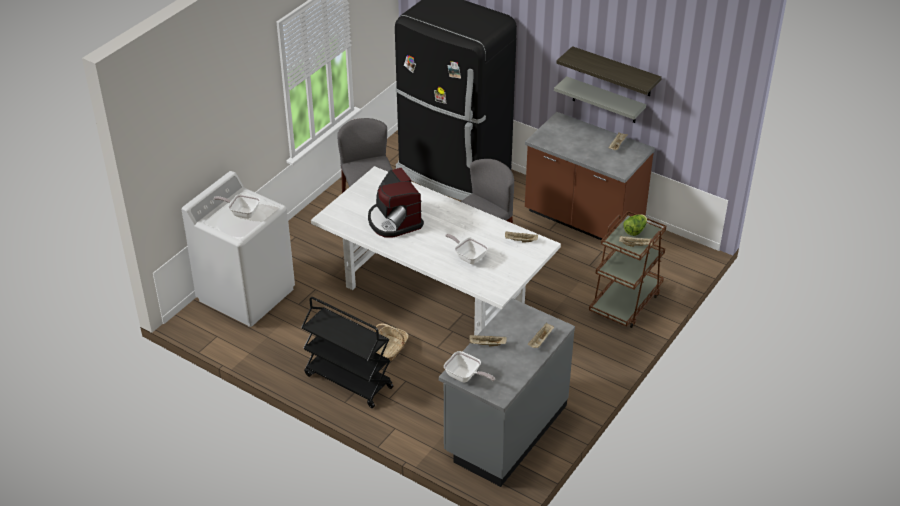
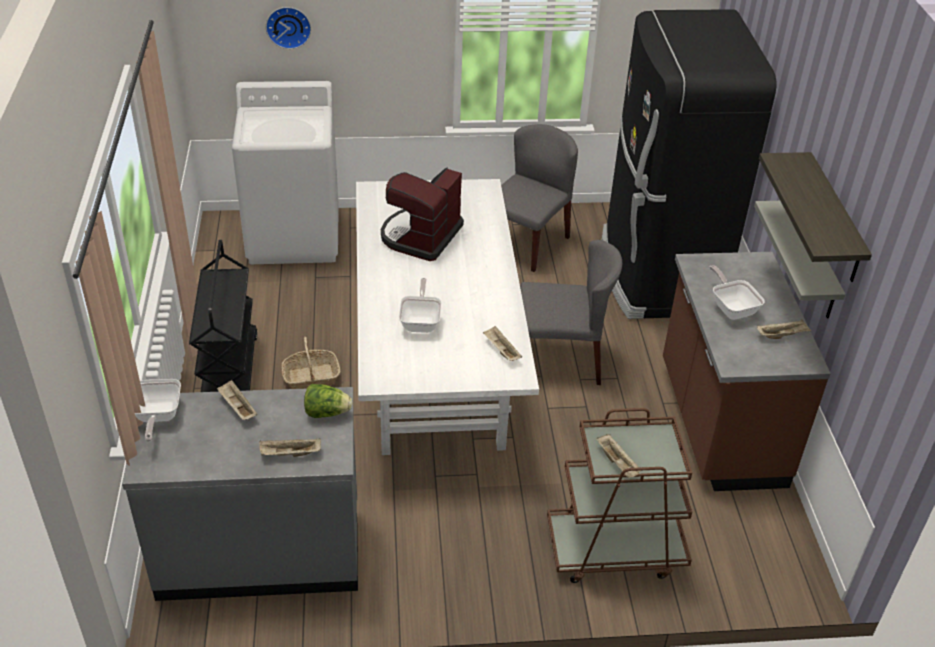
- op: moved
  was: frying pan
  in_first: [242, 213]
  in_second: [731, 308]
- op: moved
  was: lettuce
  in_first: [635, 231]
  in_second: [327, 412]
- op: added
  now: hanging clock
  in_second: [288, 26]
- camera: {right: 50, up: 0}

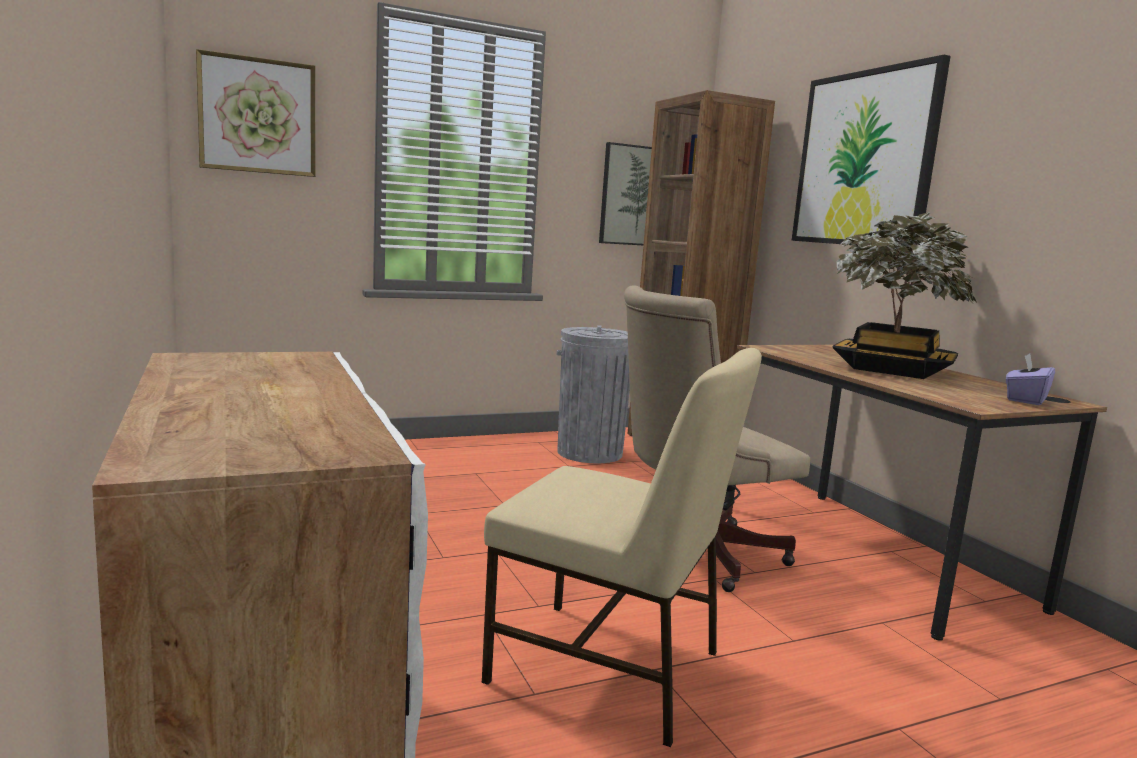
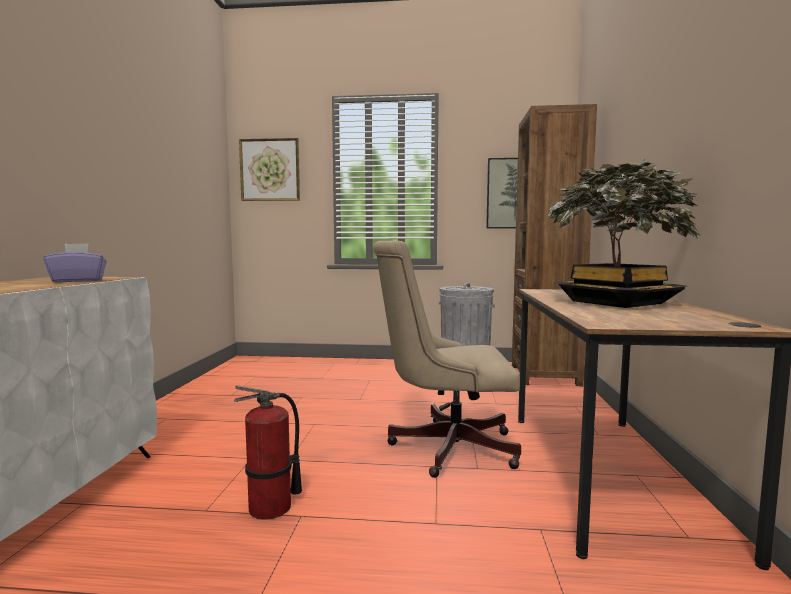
- op: replaced
  was: beige-coloured plain chair
  now: fire-fighting cylinder
  in_first: [609, 669]
  in_second: [271, 508]
- op: removed
  was: wall art
  in_first: [864, 159]
- op: moved
  was: purple tissue box
  in_first: [1025, 399]
  in_second: [78, 281]
- camera: {right: 30, up: -5}

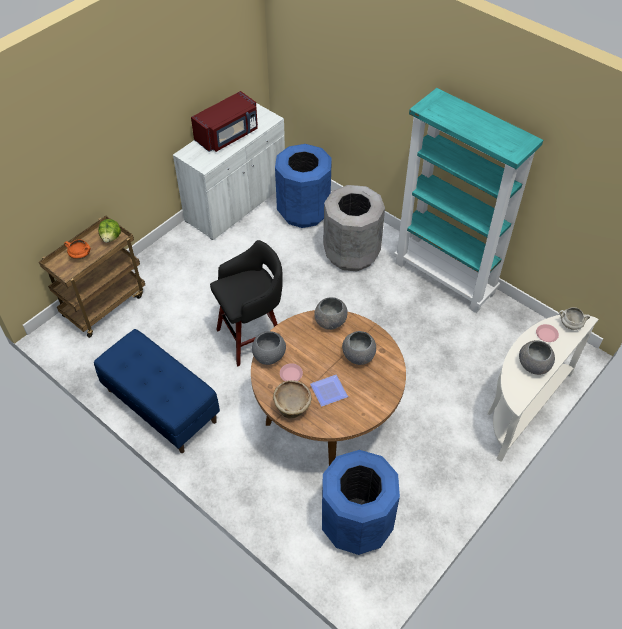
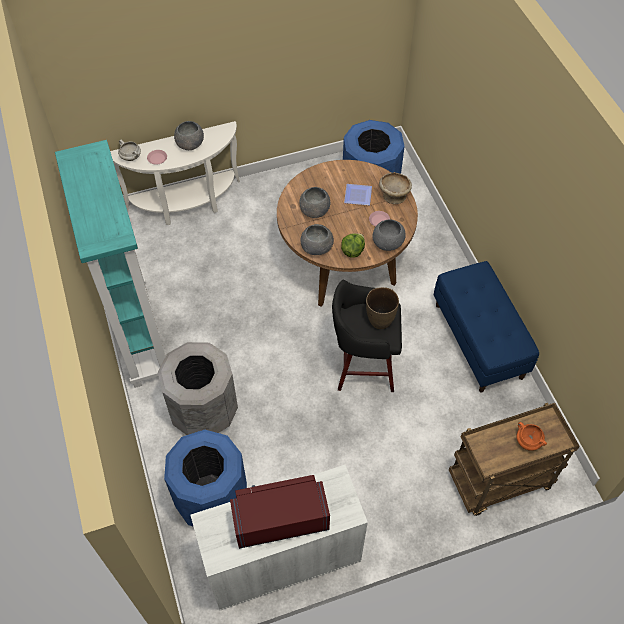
- op: moved
  was: lettuce
  in_first: [111, 237]
  in_second: [352, 251]
- op: added
  now: brownish decorative vase
  in_second: [379, 321]
- camera: {right: -150, up: 5}

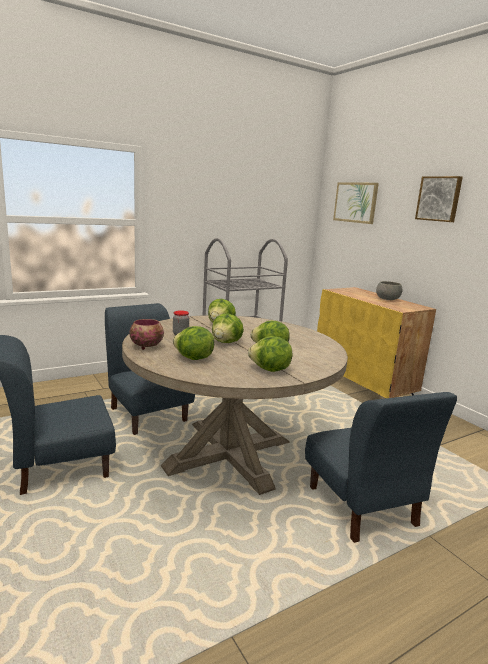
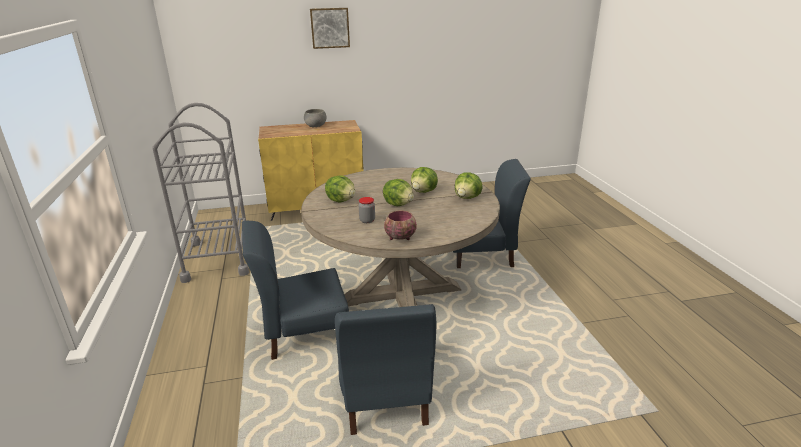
- op: removed
  was: lettuce
  in_first: [193, 358]
- op: removed
  was: wall art
  in_first: [355, 202]
- camera: {right: -70, up: 10}

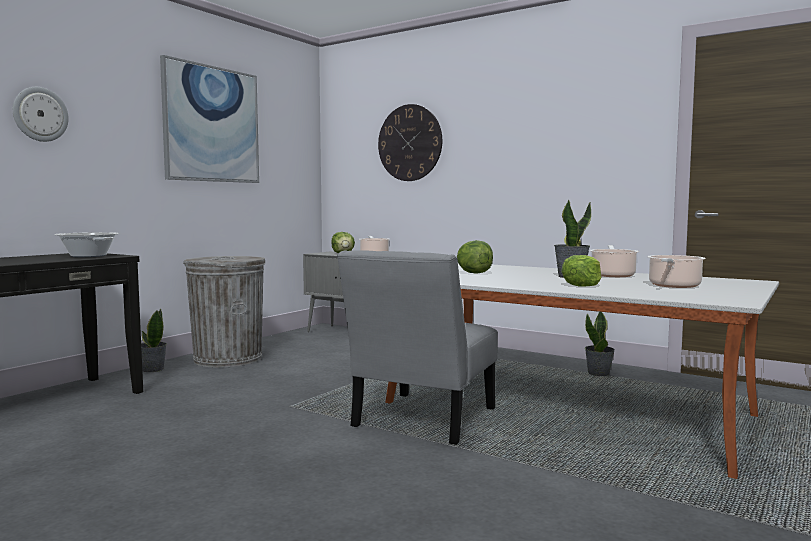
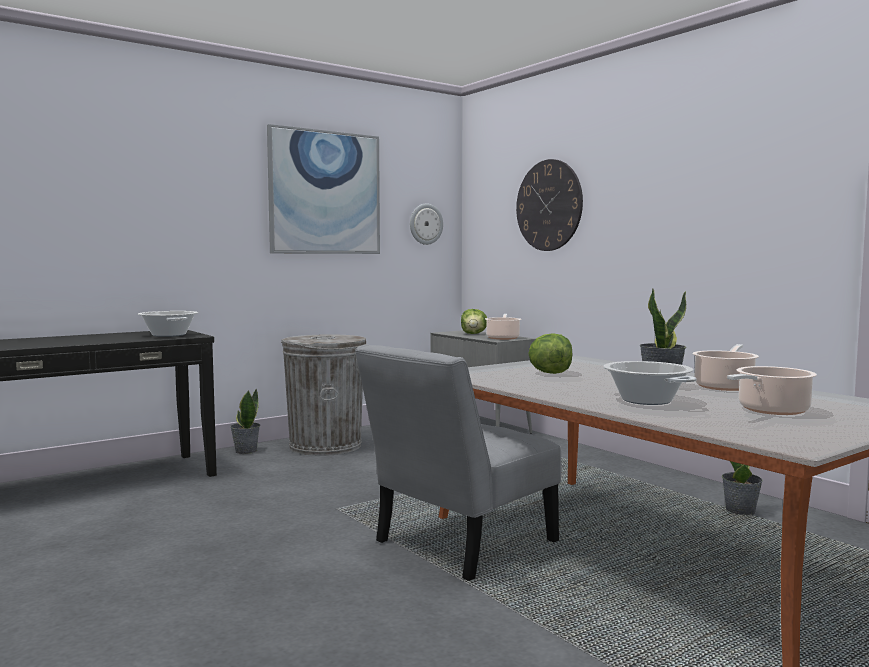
- op: moved
  was: hanging clock
  in_first: [40, 114]
  in_second: [425, 224]
- op: replaced
  was: lettuce
  now: stockpot
  in_first: [582, 285]
  in_second: [646, 400]
- camera: {right: 20, up: 0}

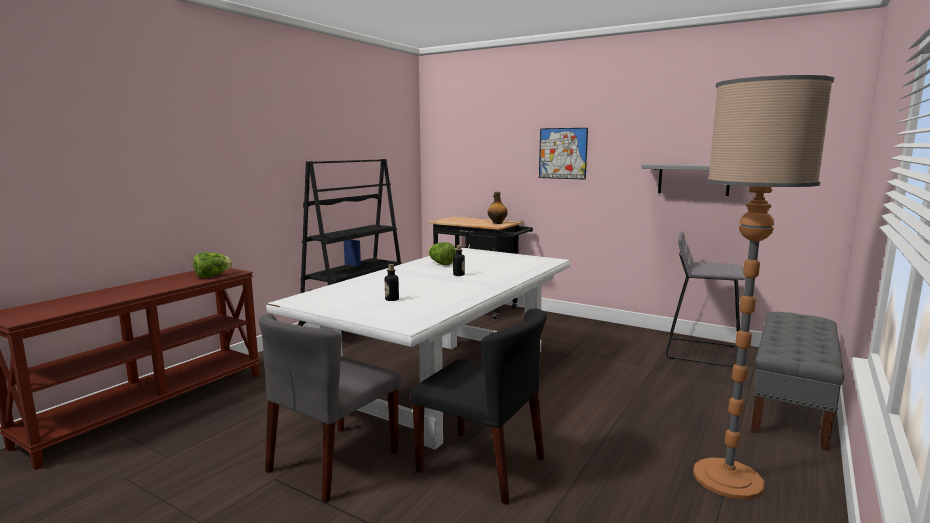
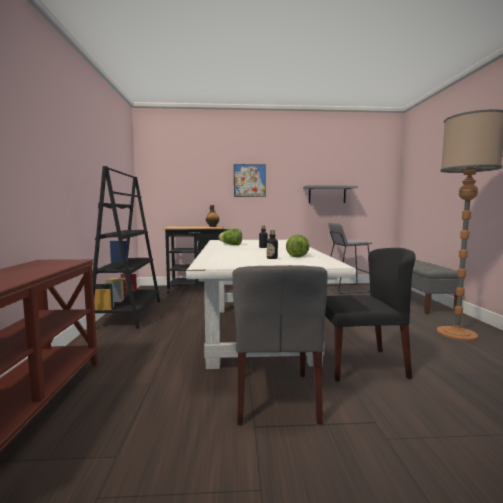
- op: moved
  was: lettuce
  in_first: [212, 276]
  in_second: [297, 256]
- camera: {right: -35, up: -5}

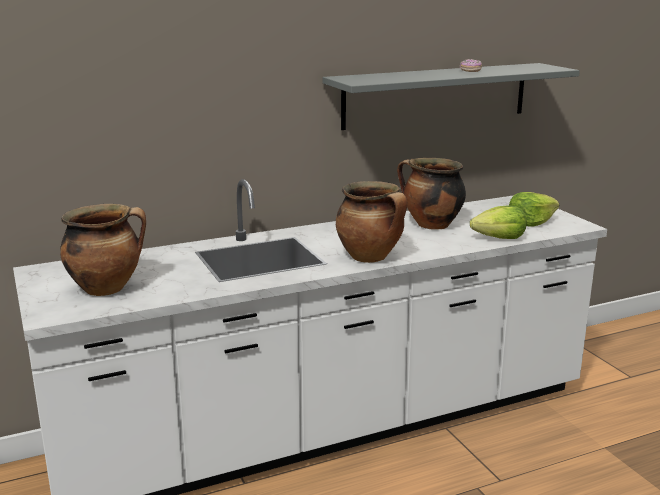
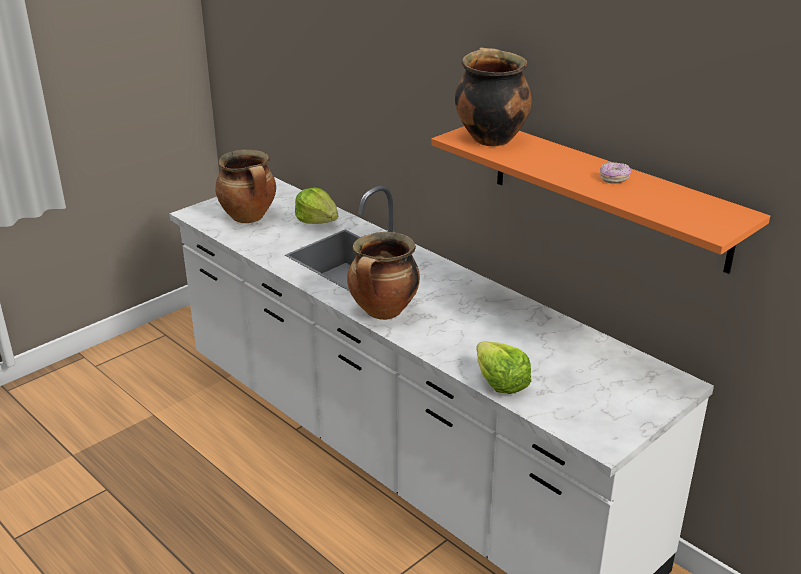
- op: recoloured
  was: gray wall shelf
  now: orangey wall shelf
  in_first: [436, 95]
  in_second: [607, 193]
- op: moved
  was: stockpot
  in_first: [430, 225]
  in_second: [489, 138]
- op: moved
  was: lettuce
  in_first: [530, 222]
  in_second: [317, 220]
- camera: {right: 70, up: 10}

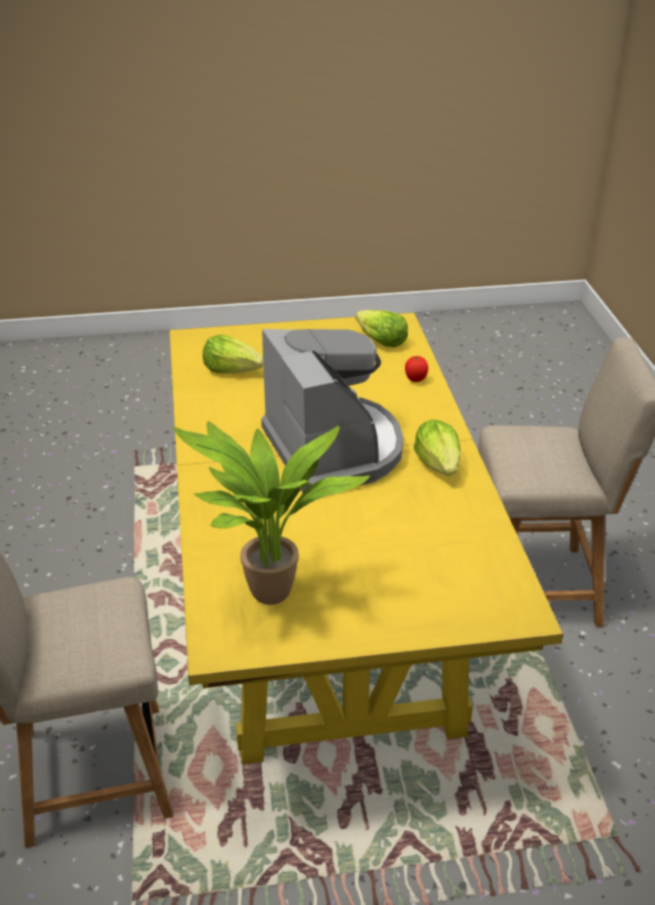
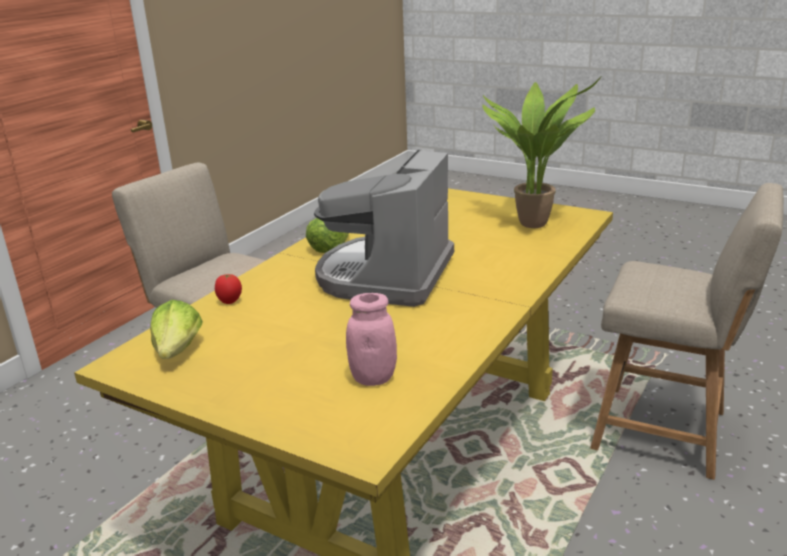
- op: replaced
  was: lettuce
  now: pink jar
  in_first: [232, 370]
  in_second: [373, 378]
- camera: {right: -140, up: -10}

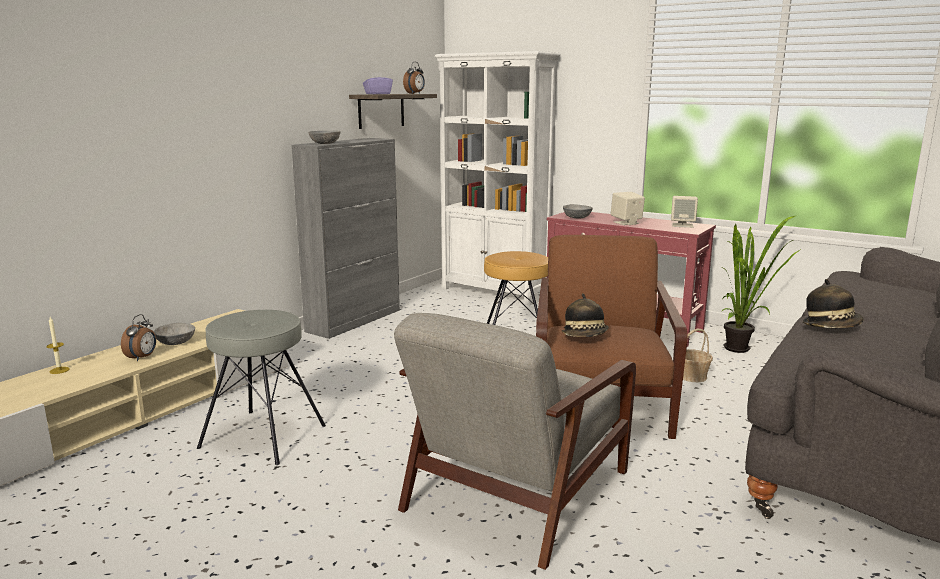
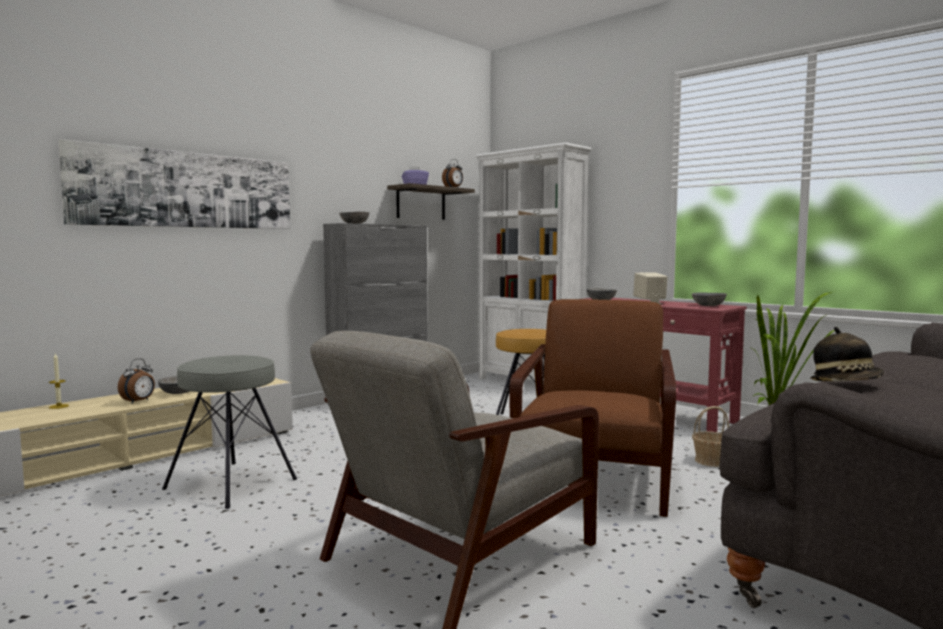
- op: removed
  was: wearable hat
  in_first: [585, 336]
- op: replaced
  was: beige-coloured loudspeaker
  now: gray deep dish
  in_first: [682, 225]
  in_second: [709, 305]
- op: added
  now: wall art
  in_second: [187, 190]
- camera: {right: 10, up: -10}

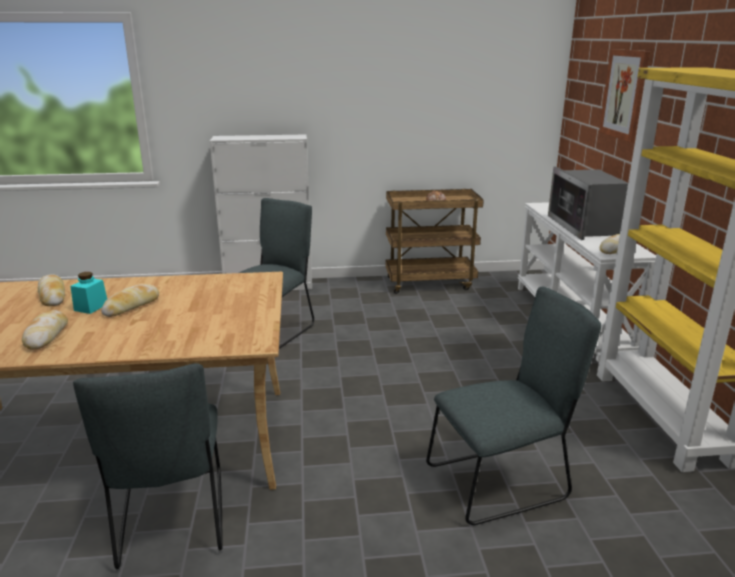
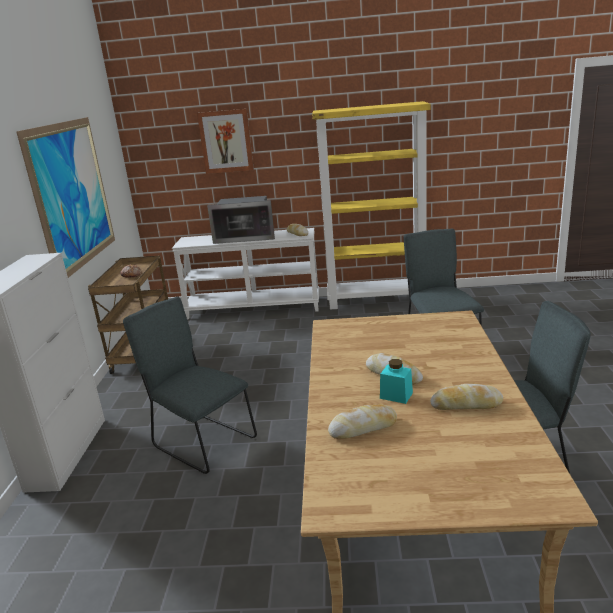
- op: added
  now: wall art
  in_second: [73, 195]
- camera: {right: -80, up: 0}

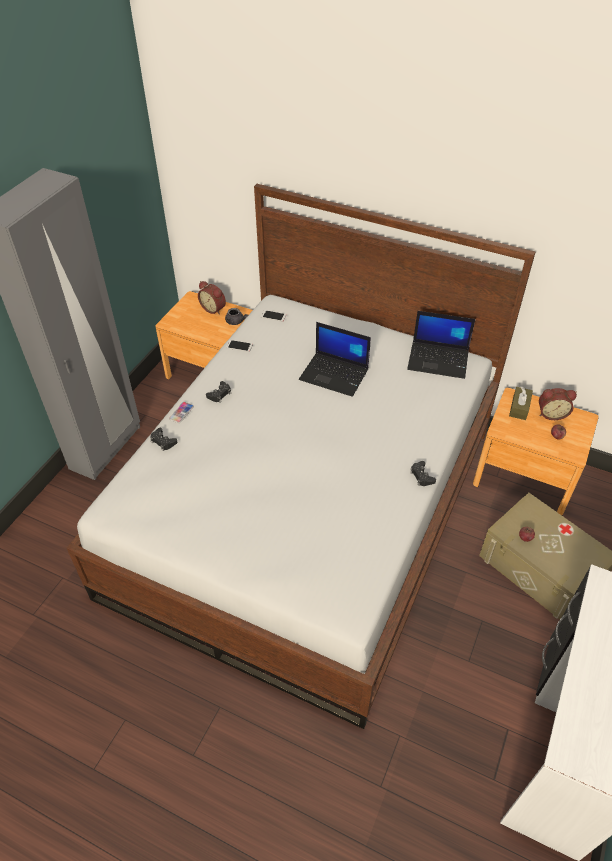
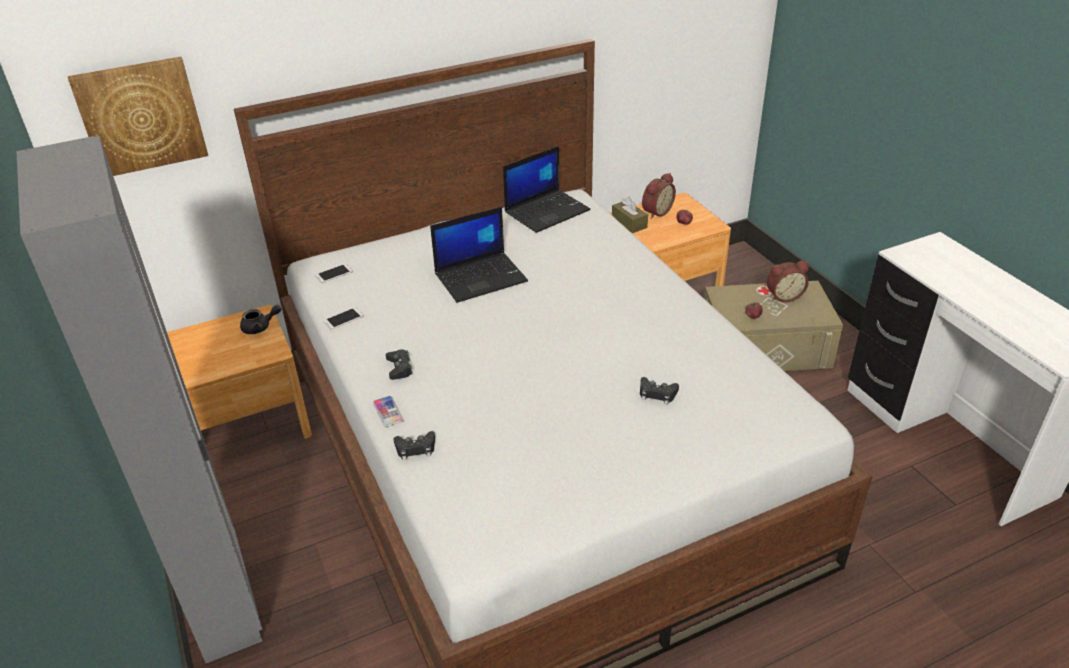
- op: moved
  was: alarm clock
  in_first: [214, 308]
  in_second: [783, 296]
- op: moved
  was: blackish game controller
  in_first: [421, 476]
  in_second: [657, 394]
- op: added
  now: wall art
  in_second: [141, 116]
- camera: {right: -50, up: -10}

